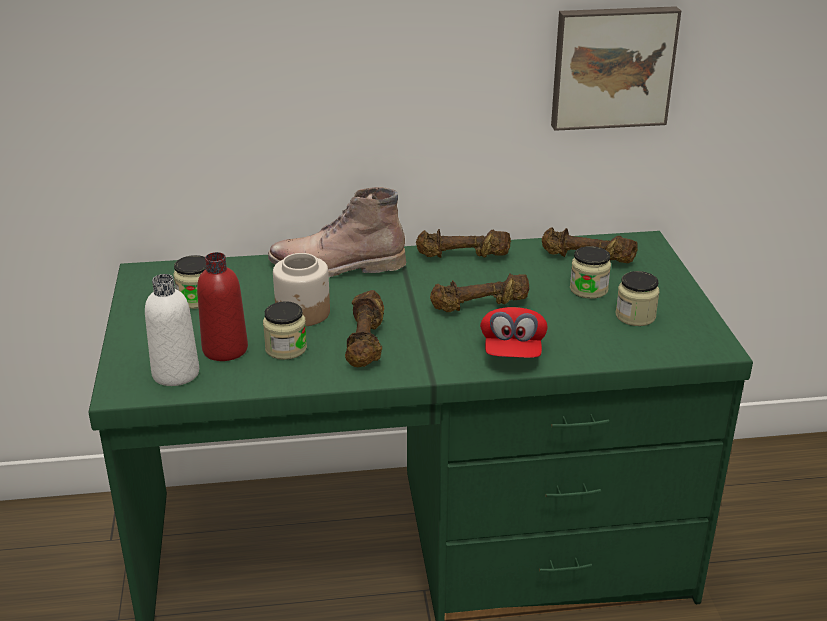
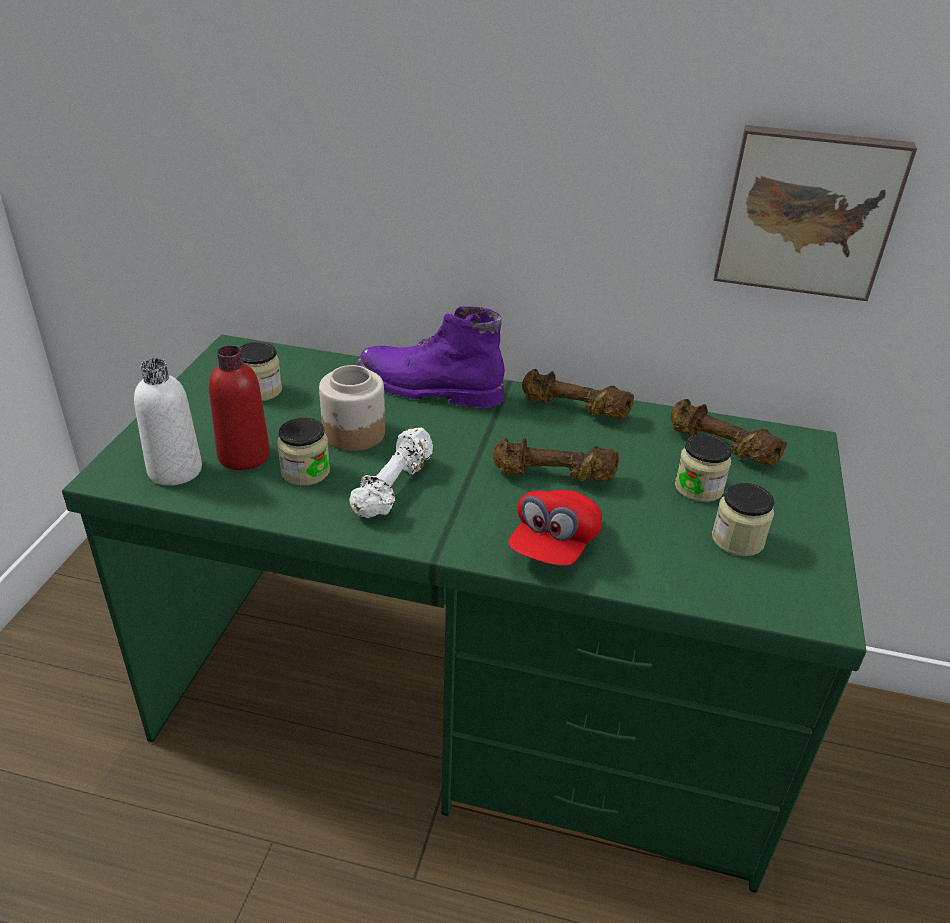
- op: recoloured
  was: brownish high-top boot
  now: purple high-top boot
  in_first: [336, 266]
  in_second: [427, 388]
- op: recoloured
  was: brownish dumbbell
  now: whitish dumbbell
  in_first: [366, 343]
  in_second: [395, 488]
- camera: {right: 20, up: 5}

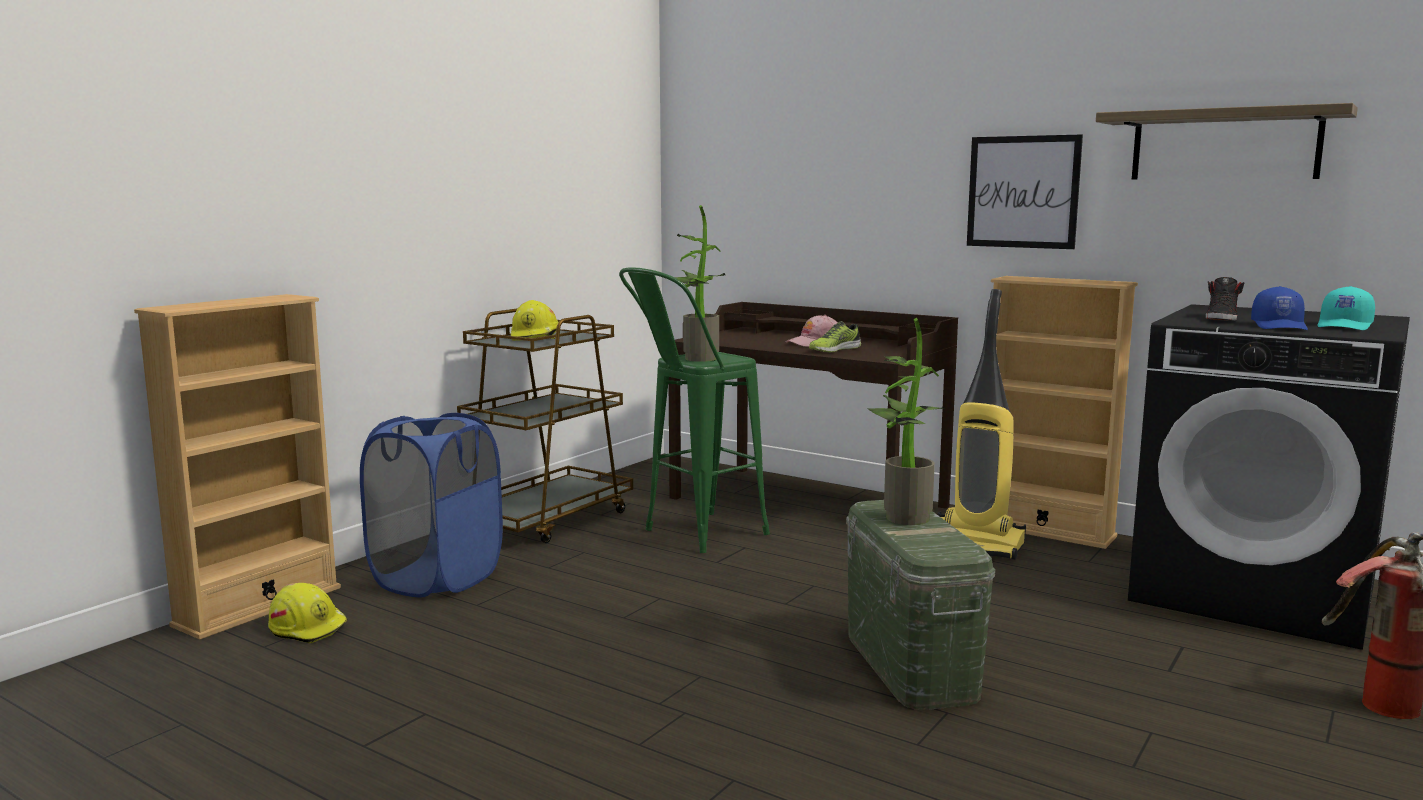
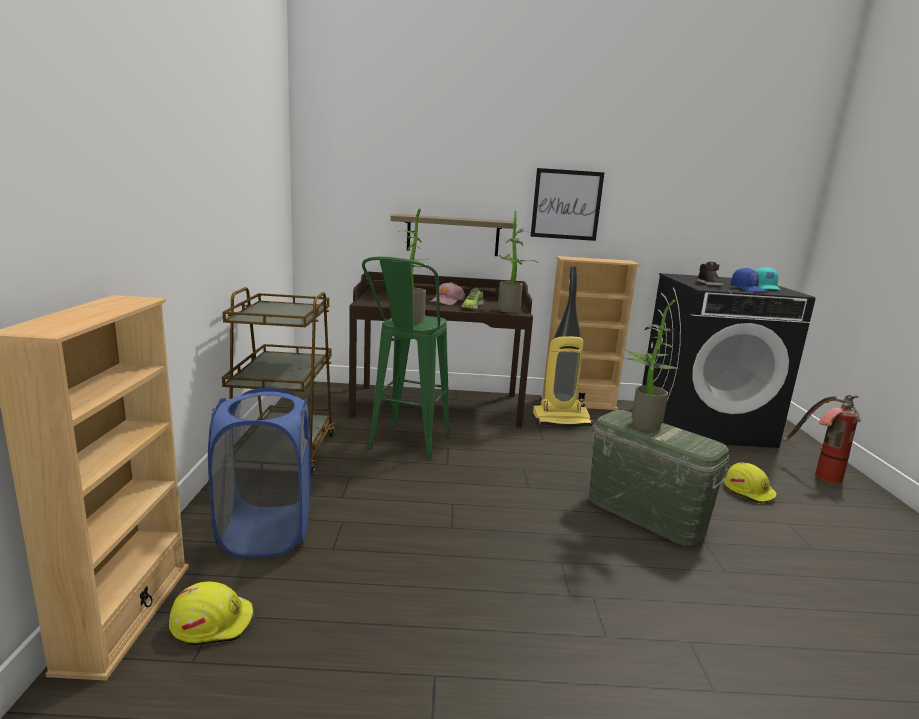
- op: moved
  was: yellow safety helmet
  in_first: [536, 337]
  in_second: [748, 491]
- op: moved
  was: wall shelf
  in_first: [1224, 145]
  in_second: [453, 235]
- op: added
  now: houseplant
  in_second: [512, 311]
- camera: {right: -35, up: 5}

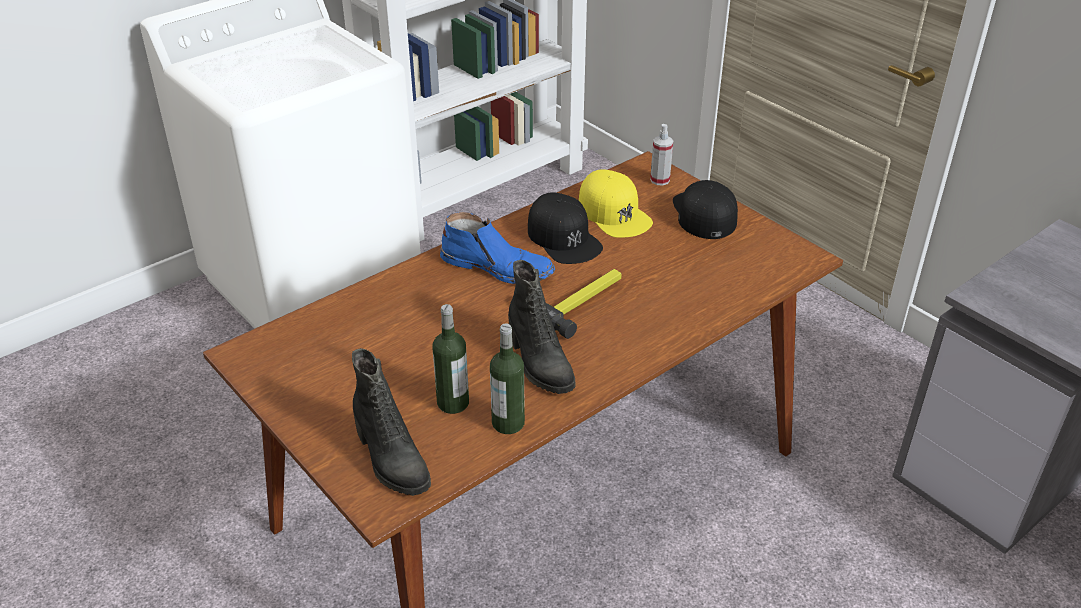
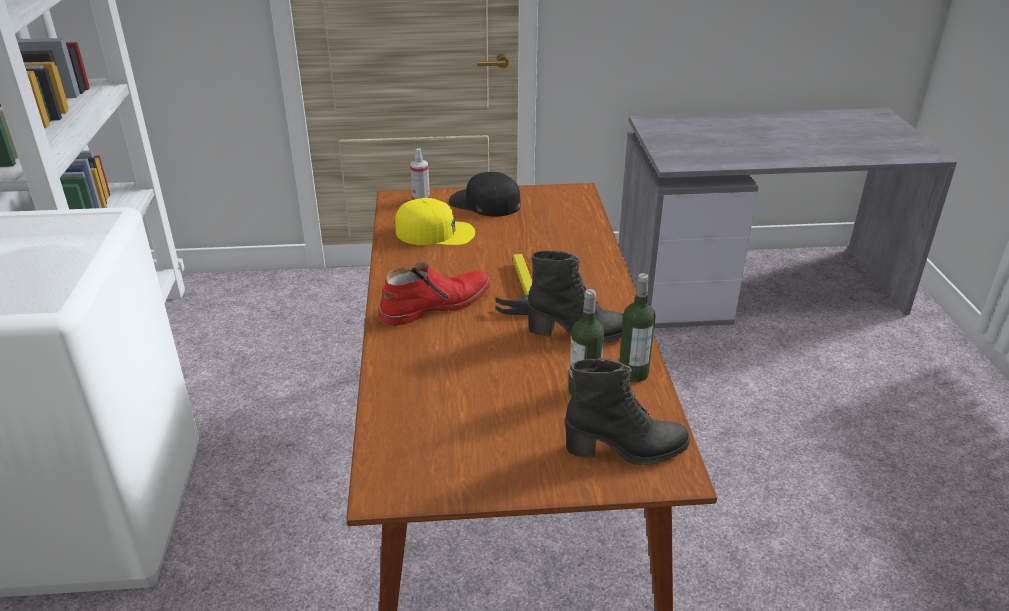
- op: recoloured
  was: blue high-top boot
  now: reddish high-top boot
  in_first: [498, 267]
  in_second: [435, 305]
- op: removed
  was: blackish peaked cap
  in_first: [564, 238]
- camera: {right: -55, up: -5}

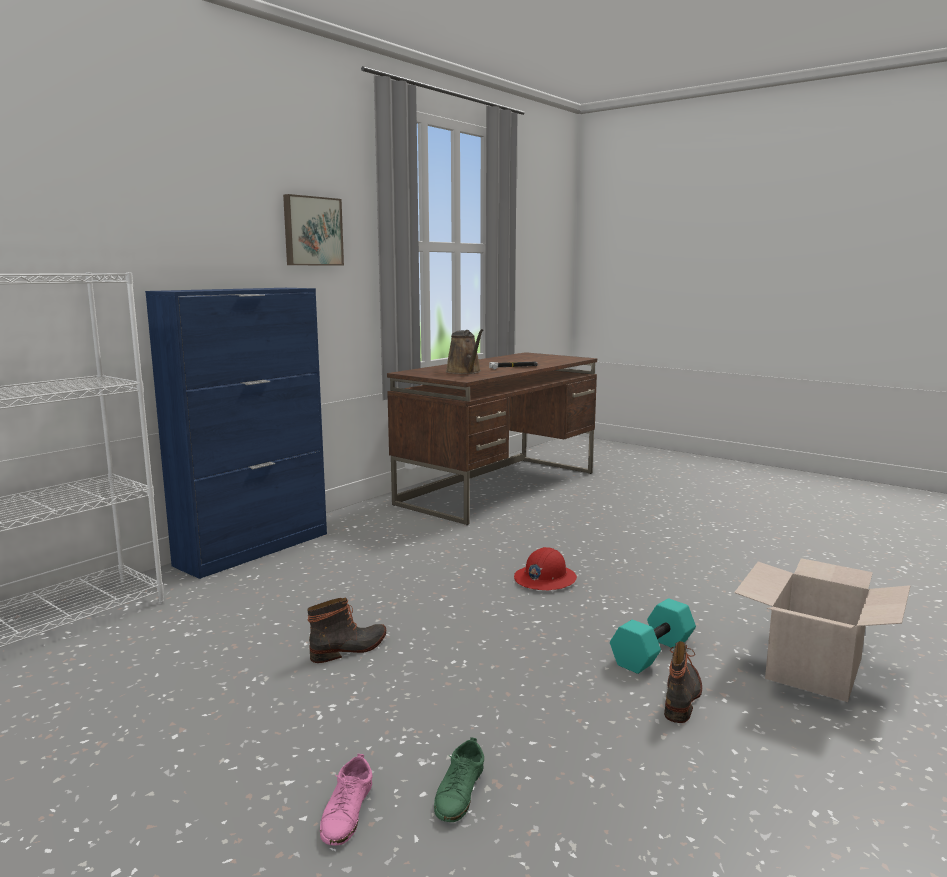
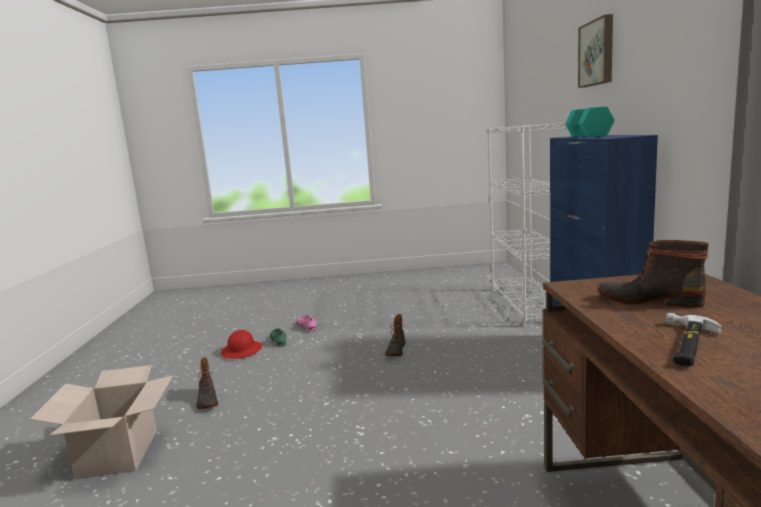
- op: moved
  was: wall art
  in_first: [312, 231]
  in_second: [598, 53]
- op: replaced
  was: brownish watering can
  now: high-top boot
  in_first: [465, 372]
  in_second: [649, 300]
- op: moved
  was: reddish safety helmet
  in_first: [544, 579]
  in_second: [242, 351]
- op: moved
  was: turquoise-coloured dumbbell
  in_first: [651, 652]
  in_second: [589, 136]
- camera: {right: 140, up: 0}

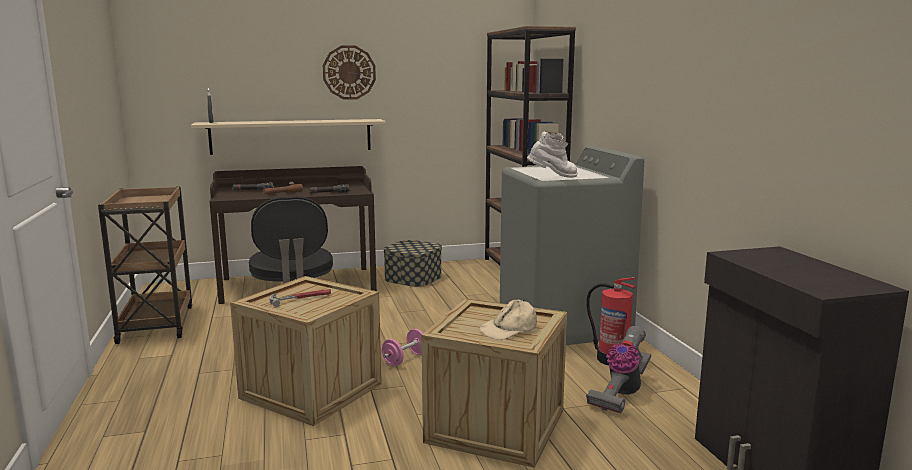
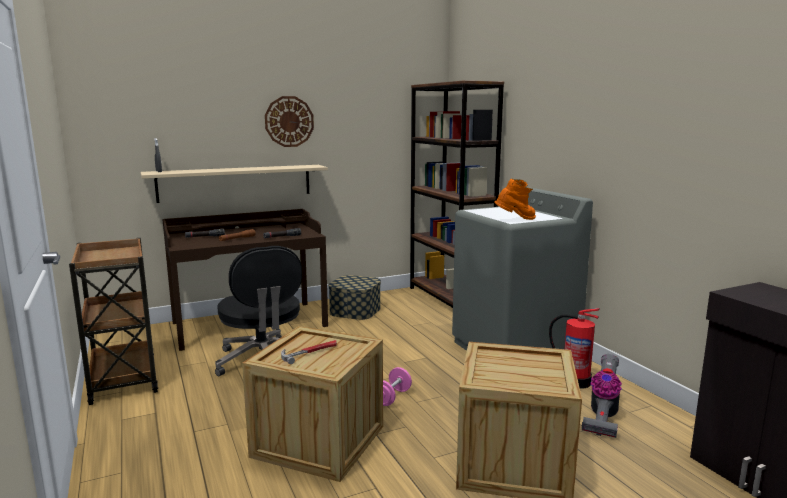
- op: removed
  was: beige-coloured peaked cap
  in_first: [509, 329]
- op: recoloured
  was: whitish high-top boot
  now: orangey high-top boot
  in_first: [553, 177]
  in_second: [516, 220]
- camera: {right: -10, up: 0}

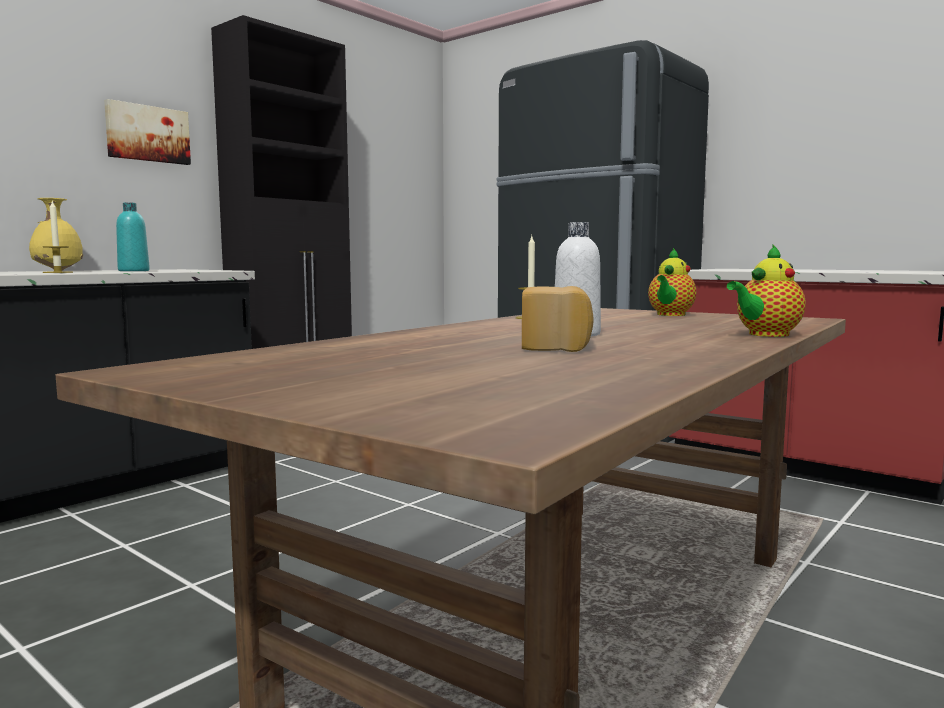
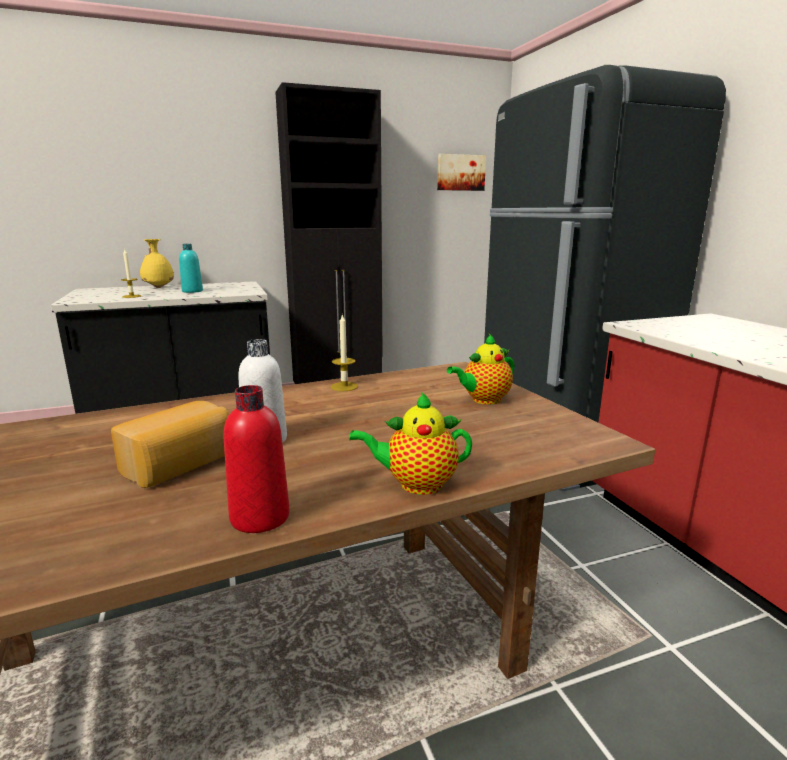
- op: moved
  was: wall art
  in_first: [147, 134]
  in_second: [460, 172]
- op: added
  now: reddish bottle
  in_second: [260, 517]
- camera: {right: 30, up: 10}

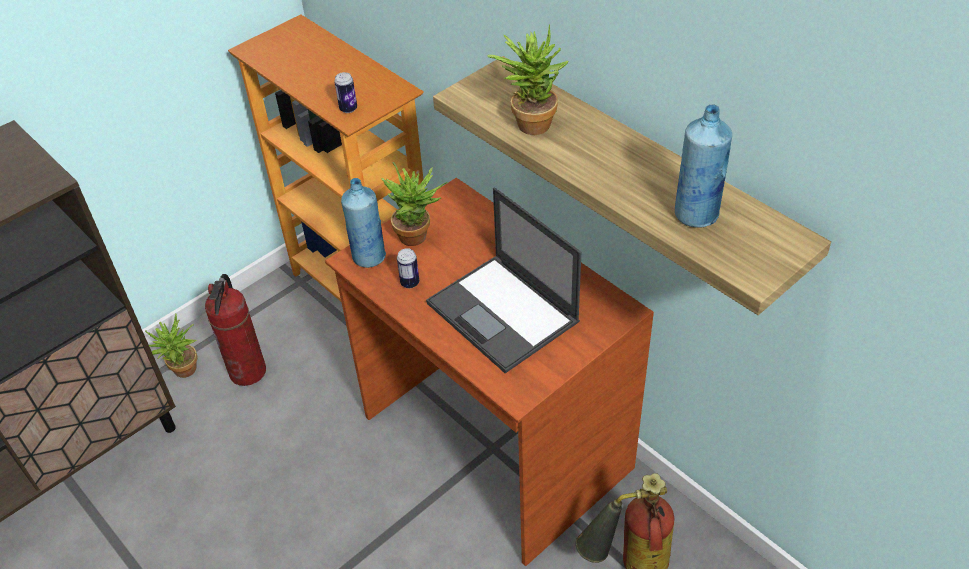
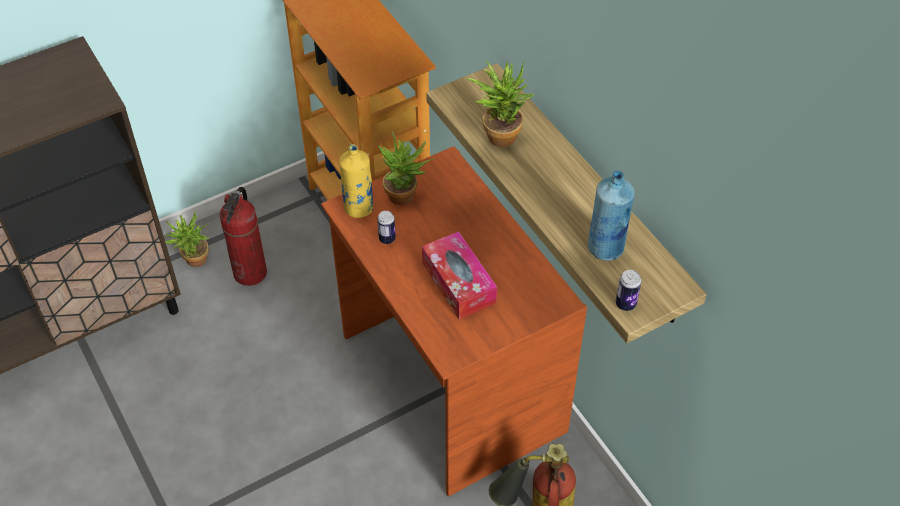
- op: moved
  was: metal can
  in_first: [348, 109]
  in_second: [625, 304]
- op: recoloured
  was: blue bottle
  now: yellow bottle
  in_first: [369, 257]
  in_second: [358, 208]
- op: replaced
  was: notebook computer
  now: tissue box
  in_first: [504, 313]
  in_second: [458, 283]
- camera: {right: 10, up: 5}

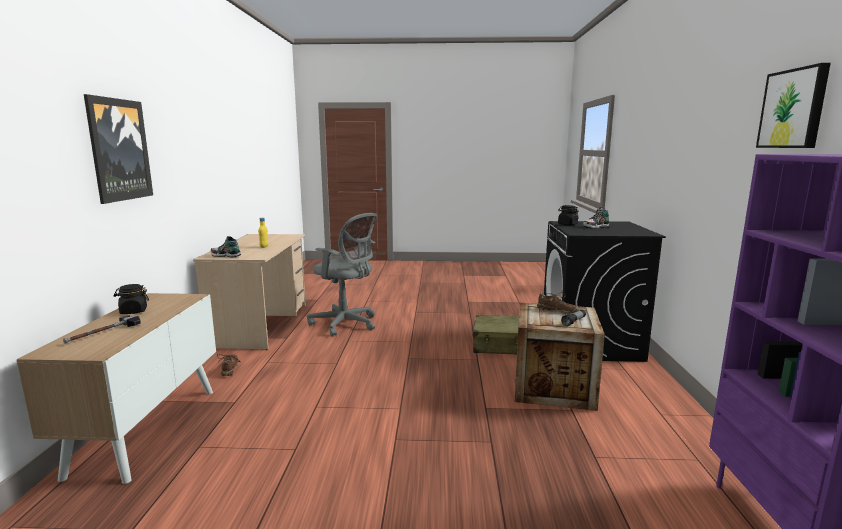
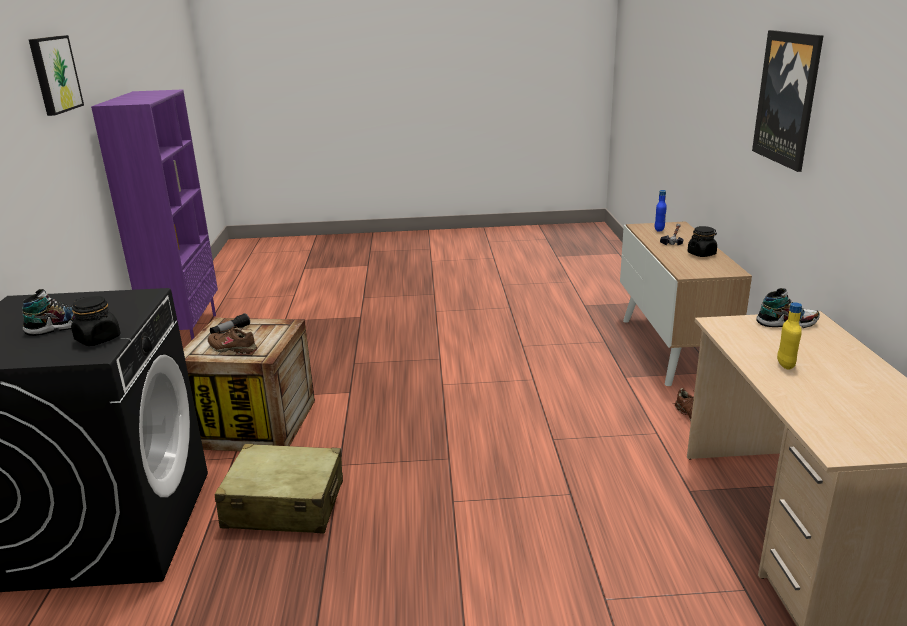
- op: removed
  was: gray office chair
  in_first: [346, 324]
- op: added
  now: blue bottle
  in_second: [659, 229]
- camera: {right: 175, up: 10}

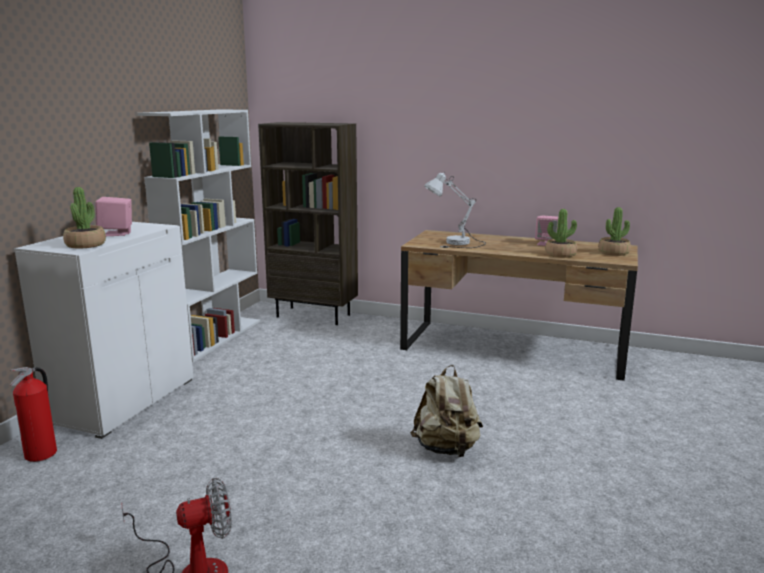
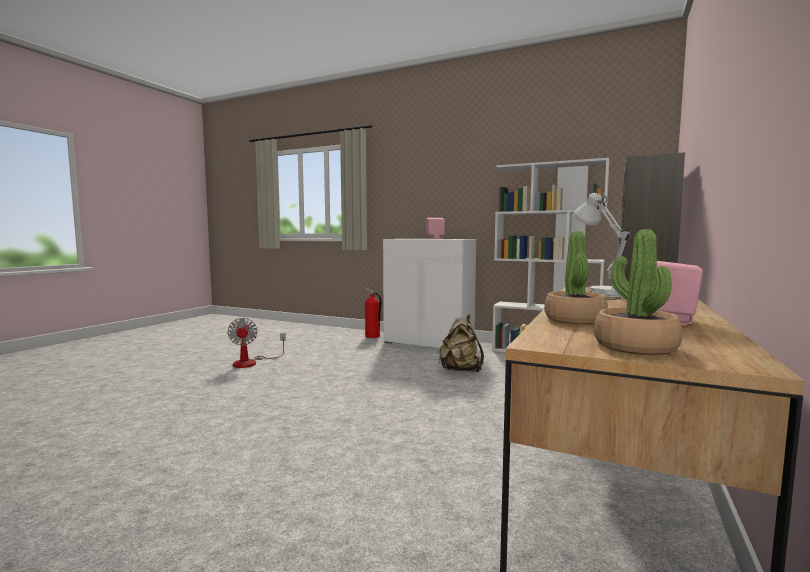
- op: removed
  was: houseplant
  in_first: [85, 245]
- op: moved
  was: beige-coloured rucksack
  in_first: [447, 449]
  in_second: [460, 370]
- camera: {right: 95, up: -10}

